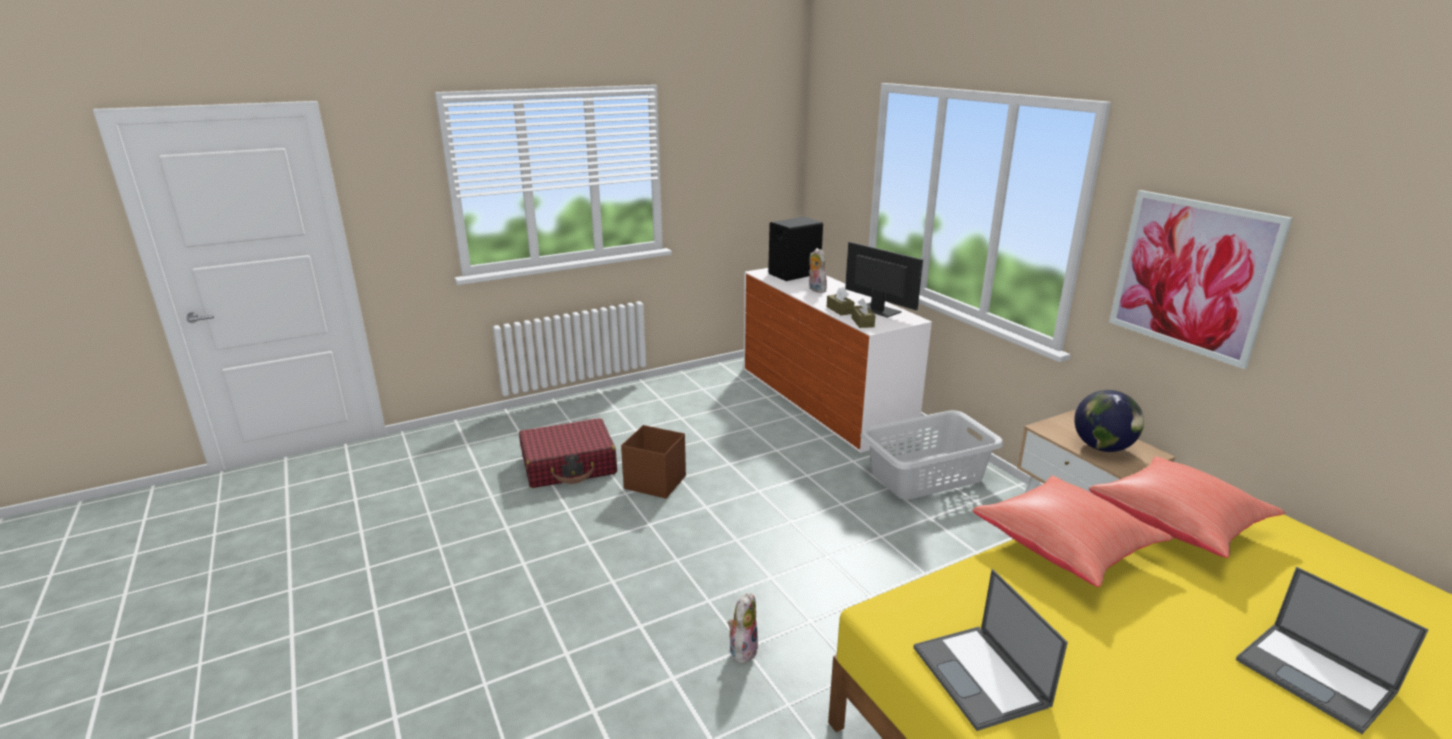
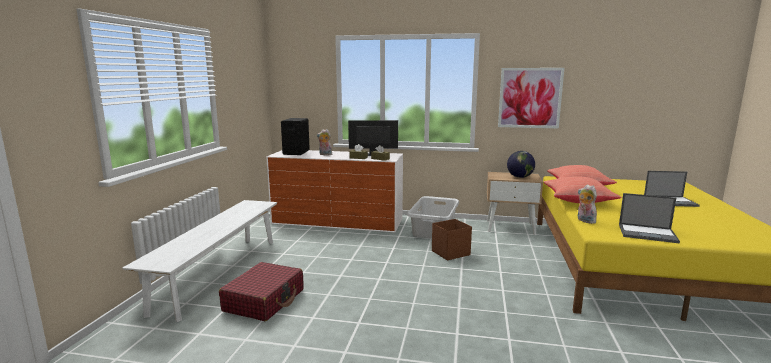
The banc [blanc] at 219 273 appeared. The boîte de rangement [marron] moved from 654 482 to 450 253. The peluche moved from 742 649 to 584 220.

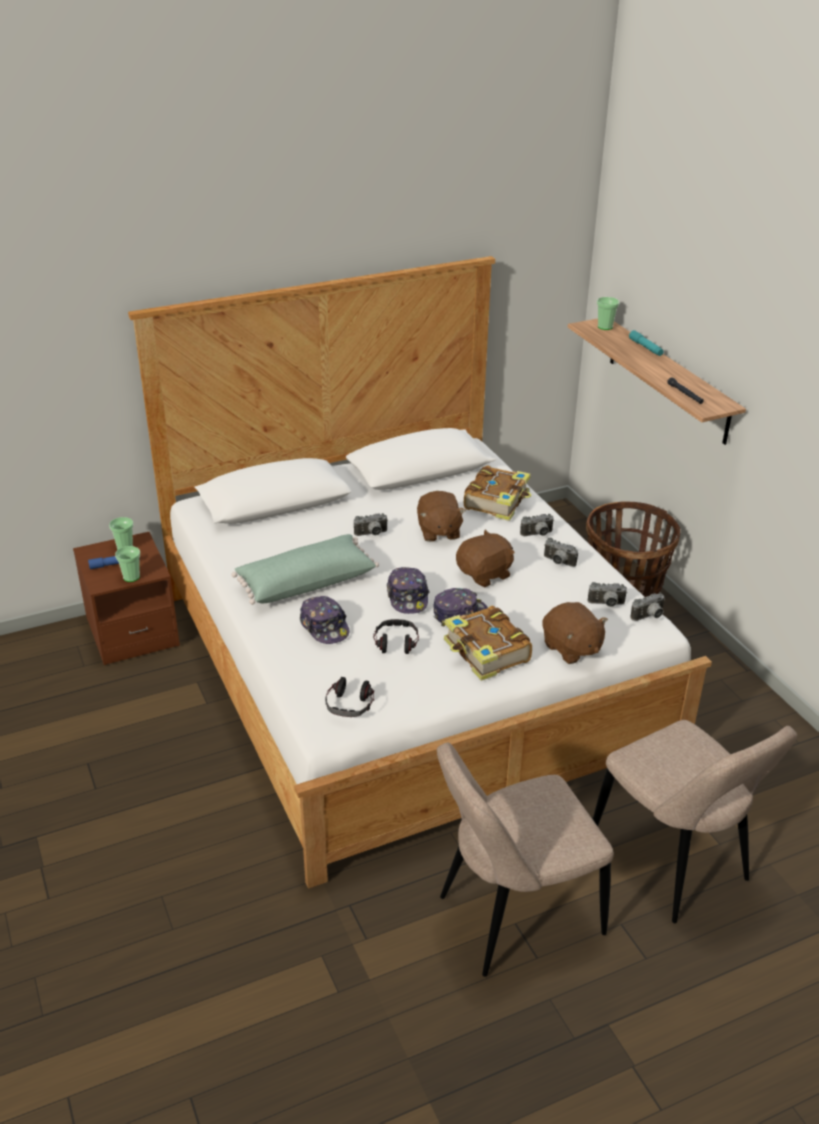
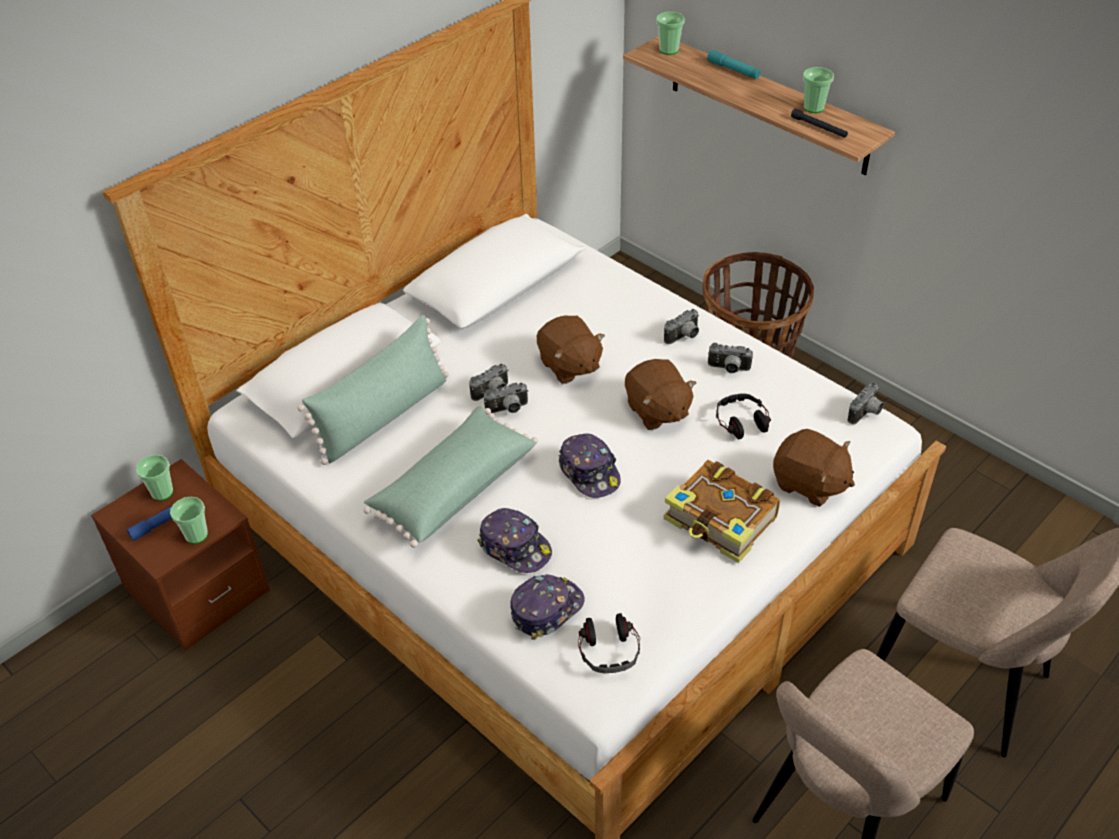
The coussin [vert] at 383 416 appeared. The appareil photo moved from 606 604 to 508 410. The casquette moved from 460 613 to 546 609. The peluche [marron] at 485 574 turned 120 degrees clockwise. The casque audio moved from 396 641 to 741 421. The tasse at 813 108 appeared. The livre at 498 501 disappeared.

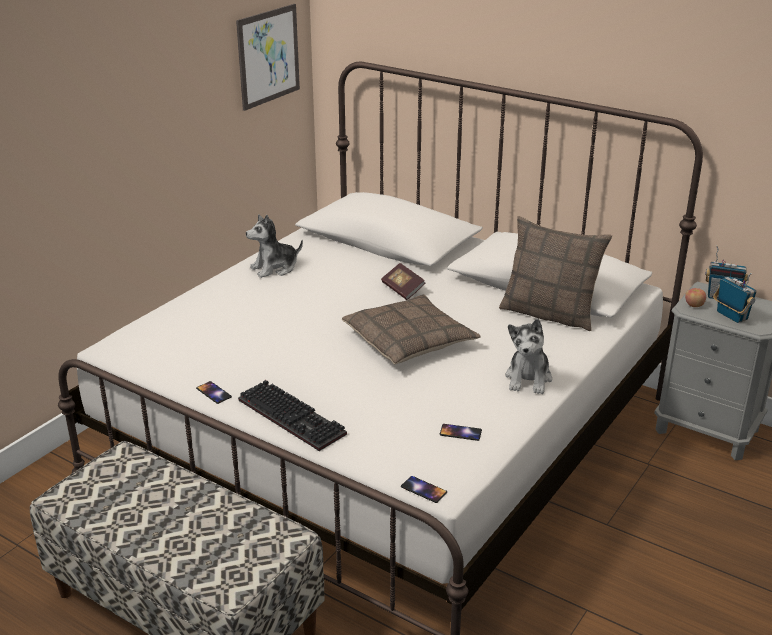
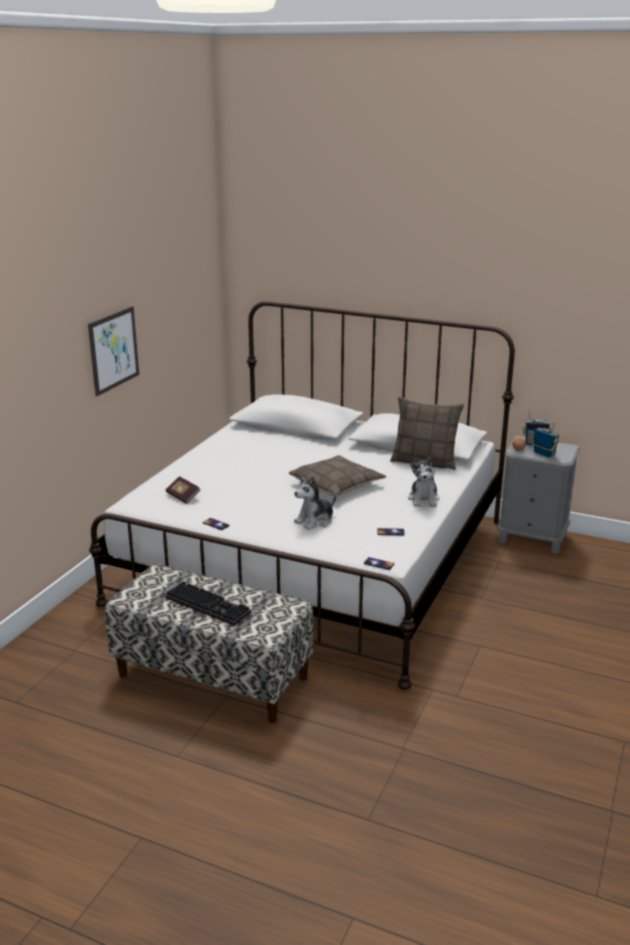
The tableau moved from 268 56 to 114 350. The clavier moved from 294 417 to 209 605. The livre moved from 403 289 to 183 496. The peluche moved from 275 268 to 315 521.

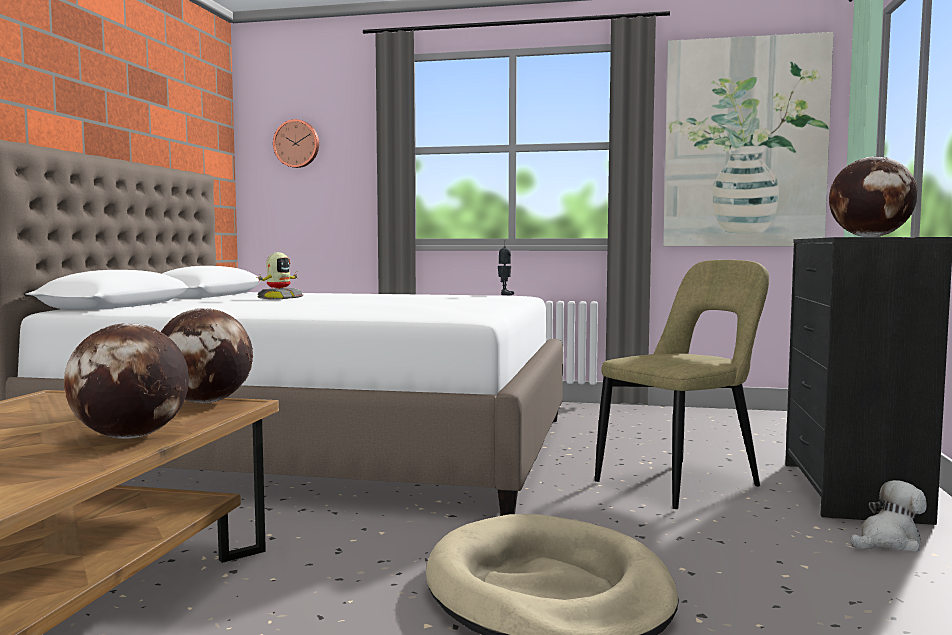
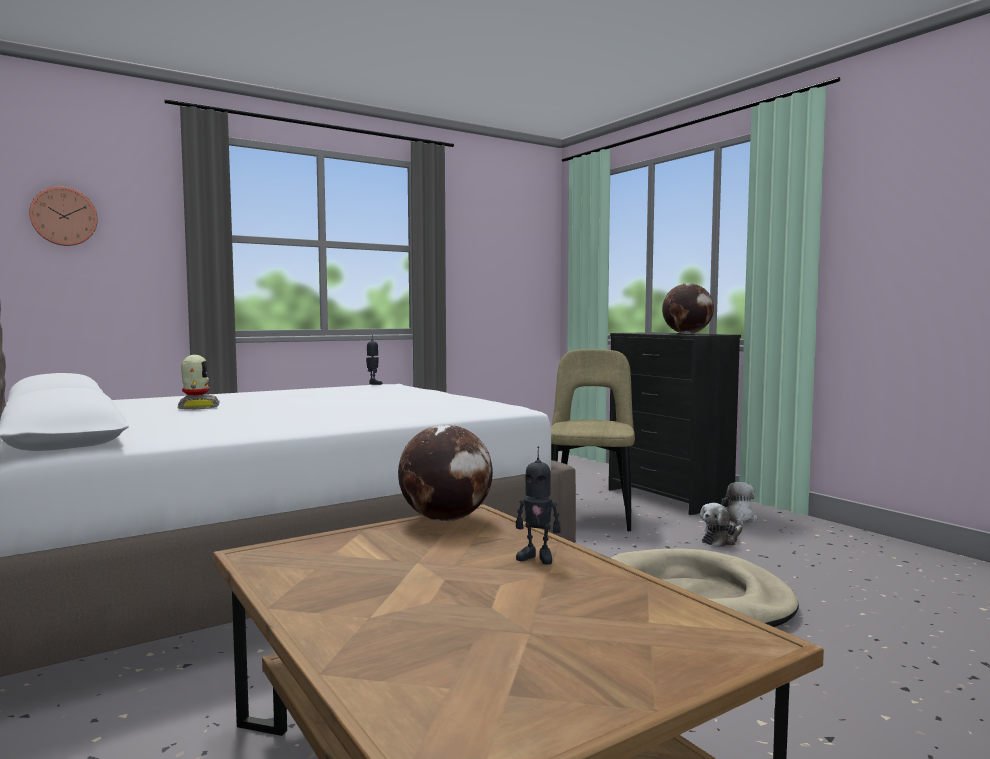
The globe at 131 437 was replaced by the robot jouet at 537 557. The peluche at 721 540 appeared. The tableau at 744 143 disappeared.

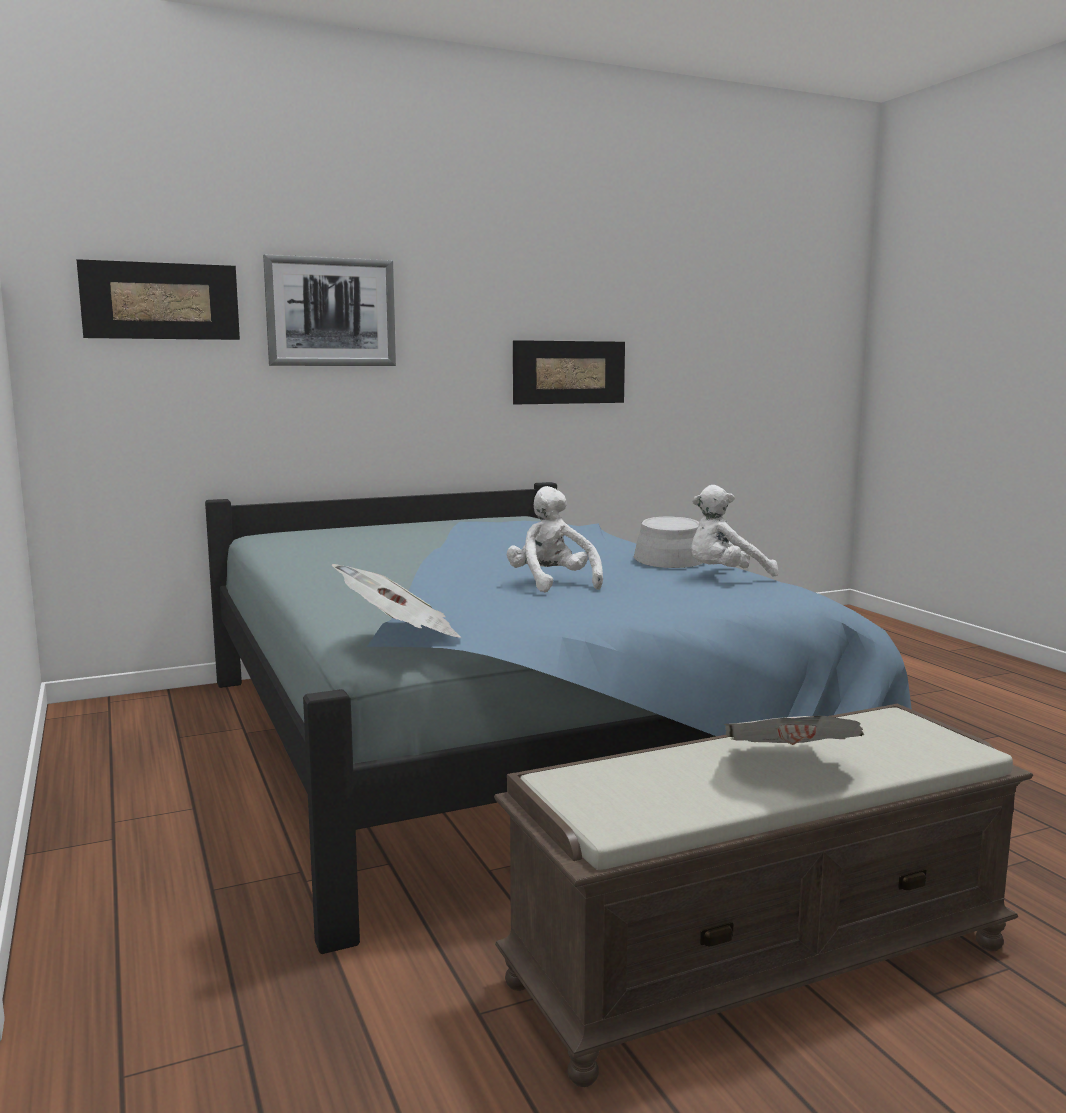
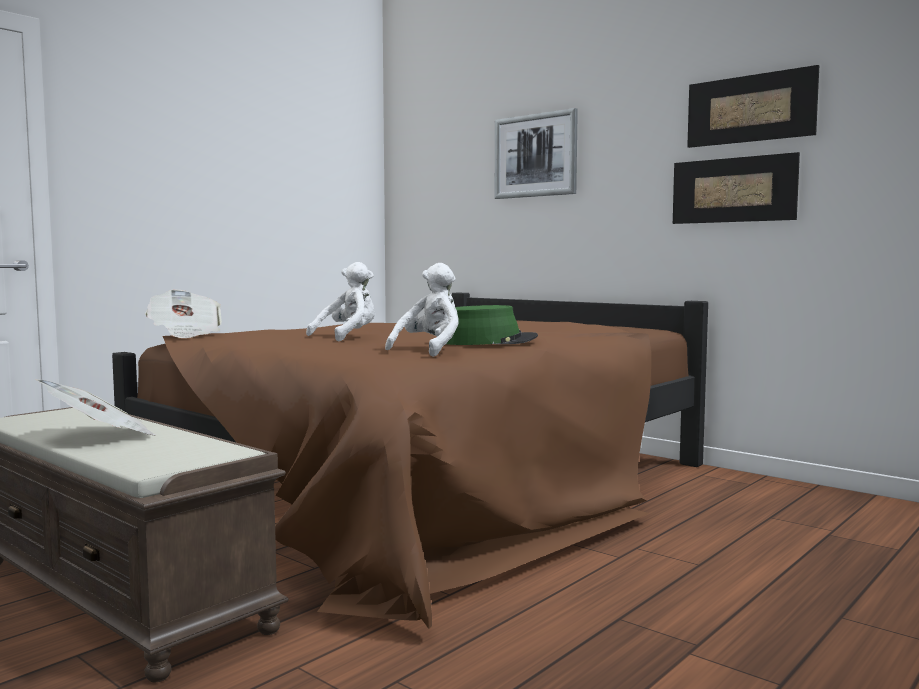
The lit [bleu] at 504 744 became the lit [marron] at 437 487. The peluche [blanc] at 725 576 turned 75 degrees clockwise. The chapeau [gris] at 668 557 became the chapeau [vert] at 488 341. The tableau moved from 161 301 to 750 108.

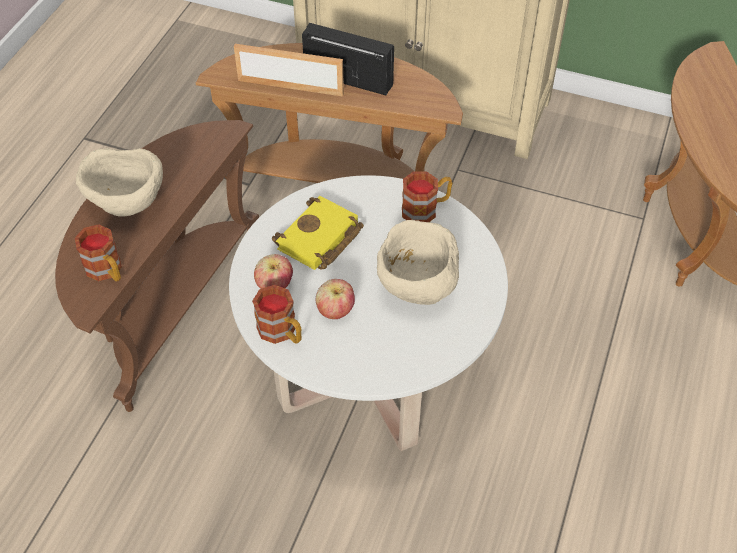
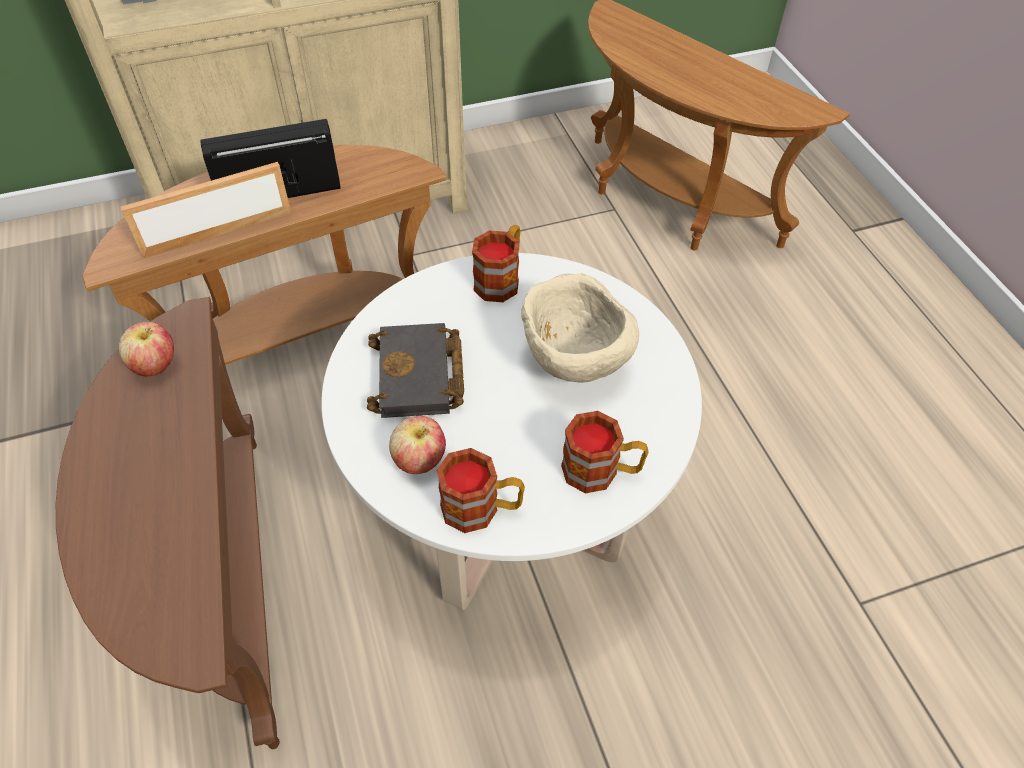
The pomme moved from 335 311 to 155 365. The livre [jaune] at 319 240 became the livre [noir] at 420 378. The mug moved from 107 271 to 601 471. The bol [beige] at 128 205 disappeared.

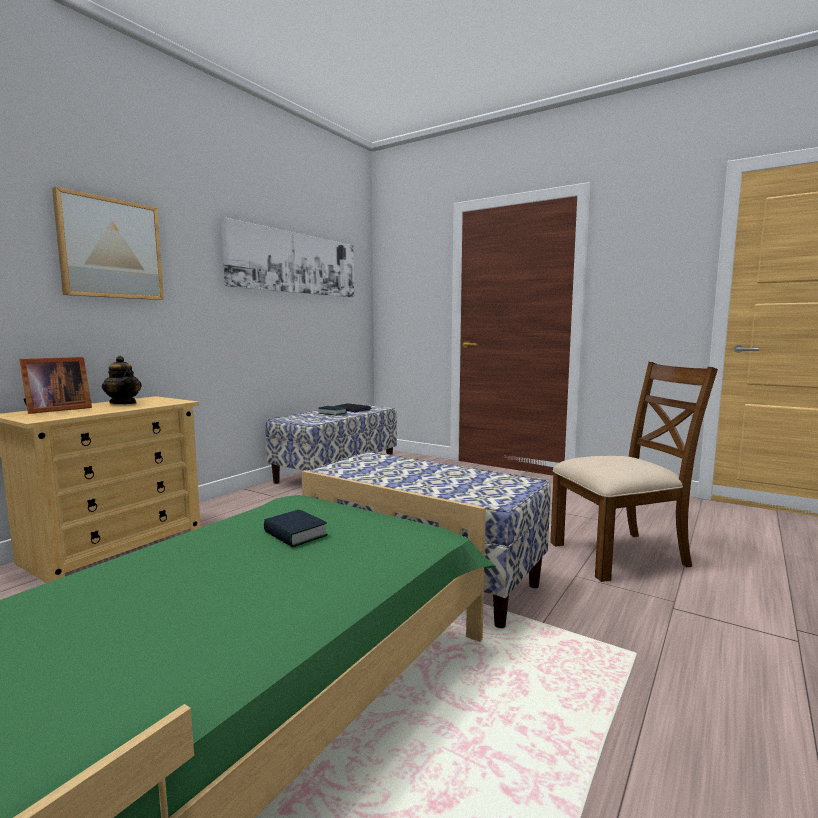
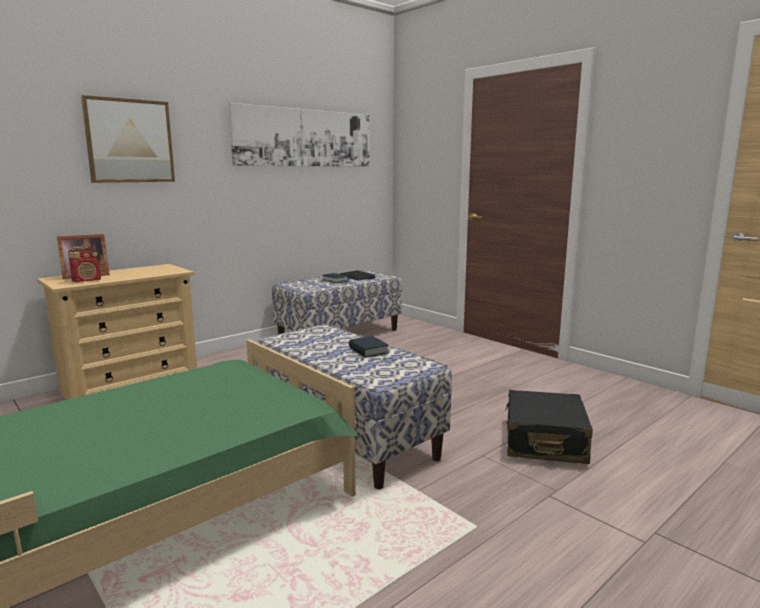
The radio at 87 280 appeared. The livre moved from 295 534 to 368 351. The chaise [marron] at 620 554 was replaced by the valise [noir] at 544 441. The théière at 123 403 disappeared.

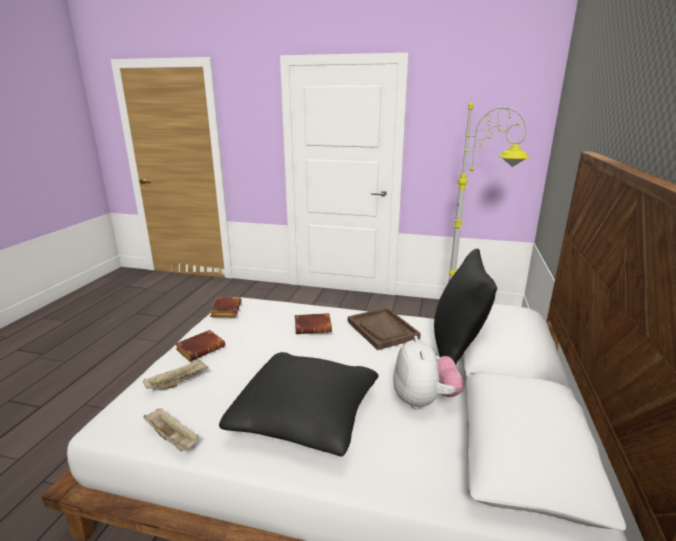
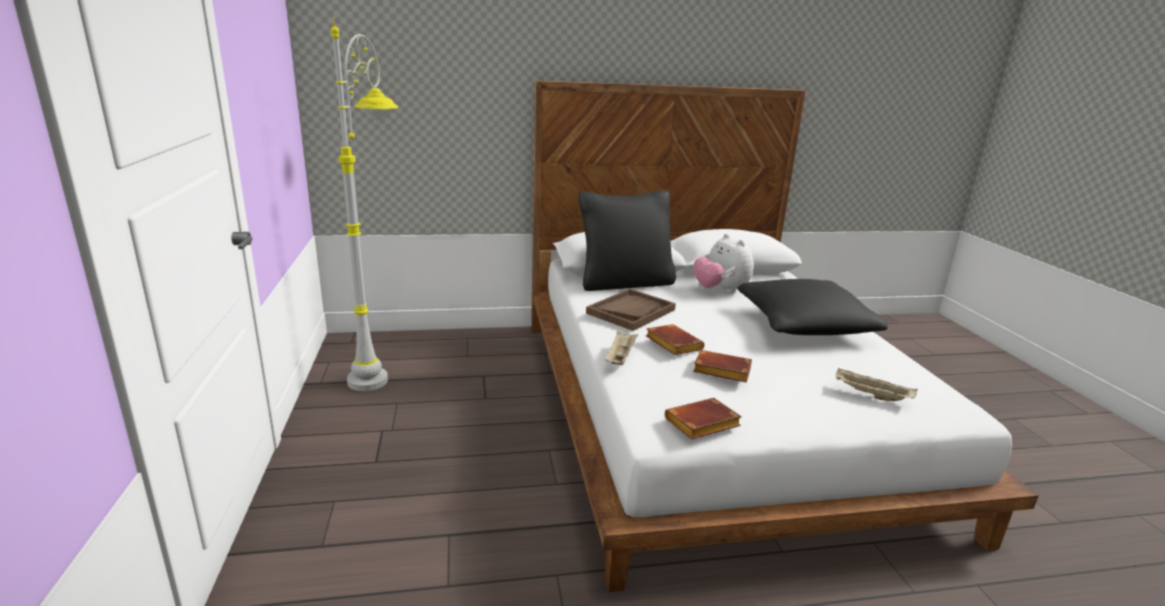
The plateau [beige] moved from 173 439 to 620 358. The peluche at 423 400 turned 90 degrees counterclockwise. The livre [marron] moved from 201 348 to 720 371.

